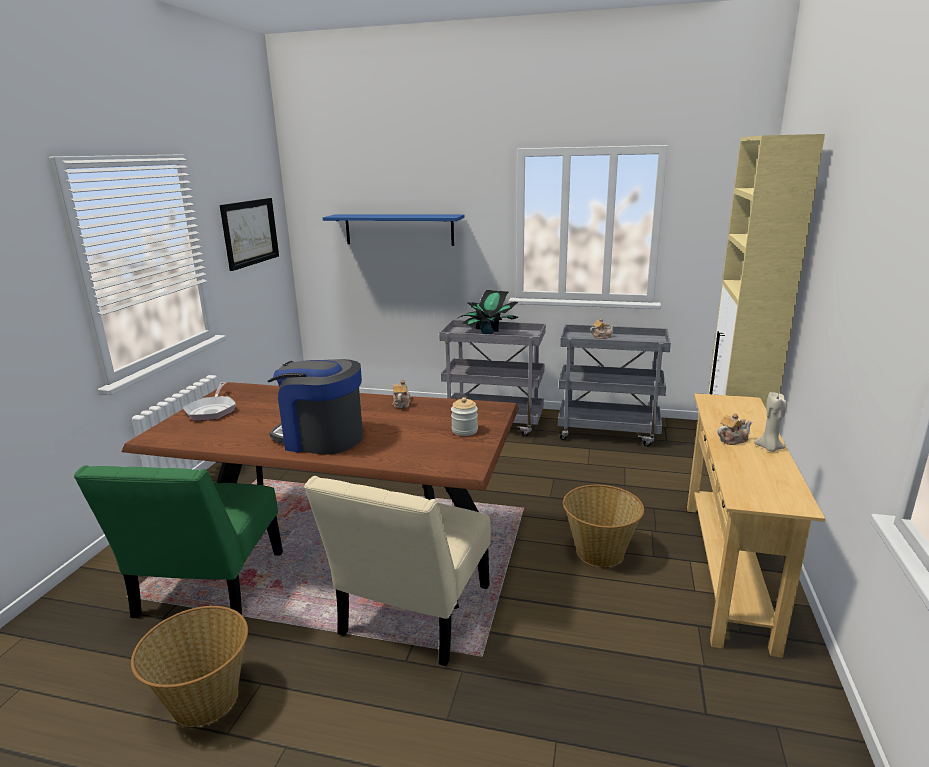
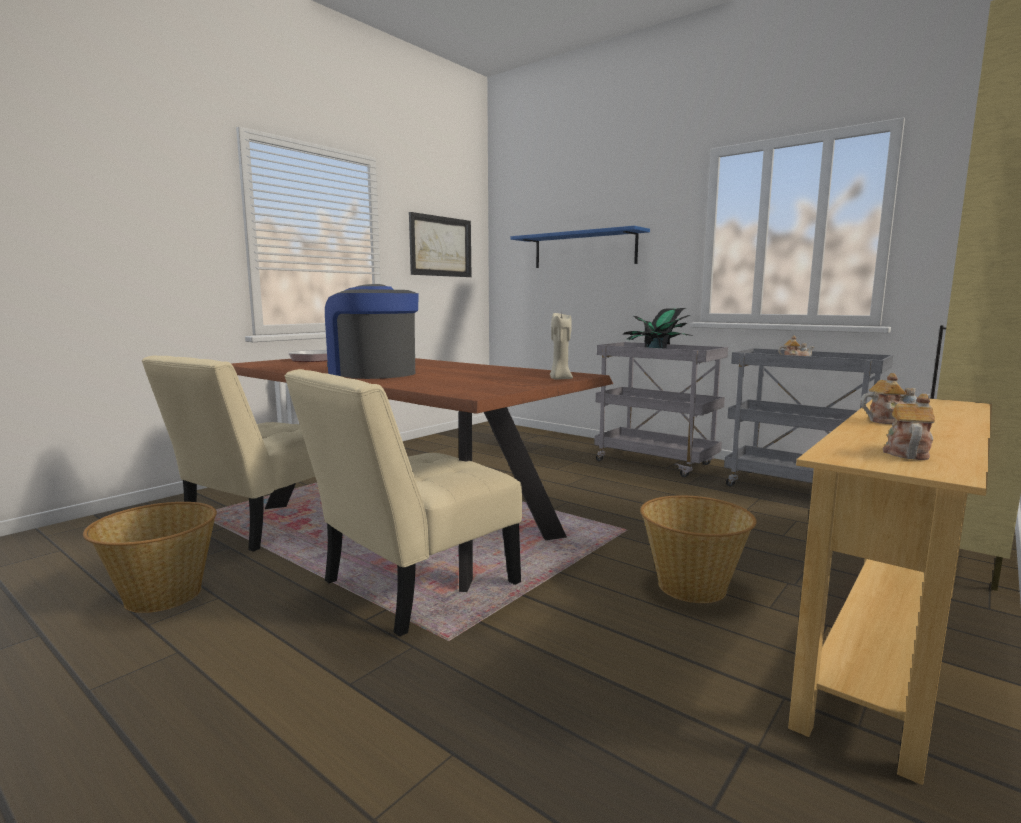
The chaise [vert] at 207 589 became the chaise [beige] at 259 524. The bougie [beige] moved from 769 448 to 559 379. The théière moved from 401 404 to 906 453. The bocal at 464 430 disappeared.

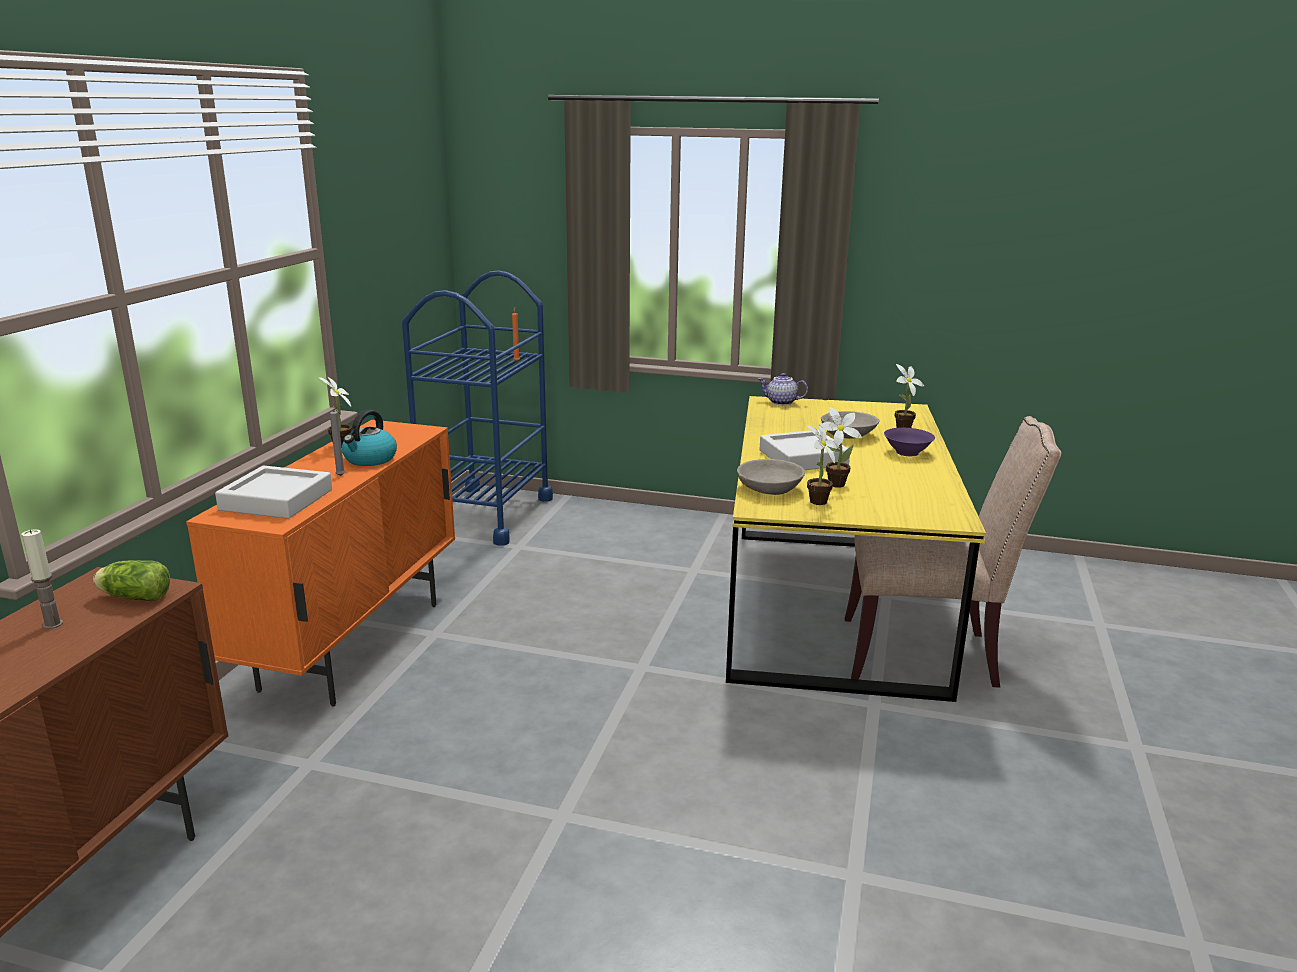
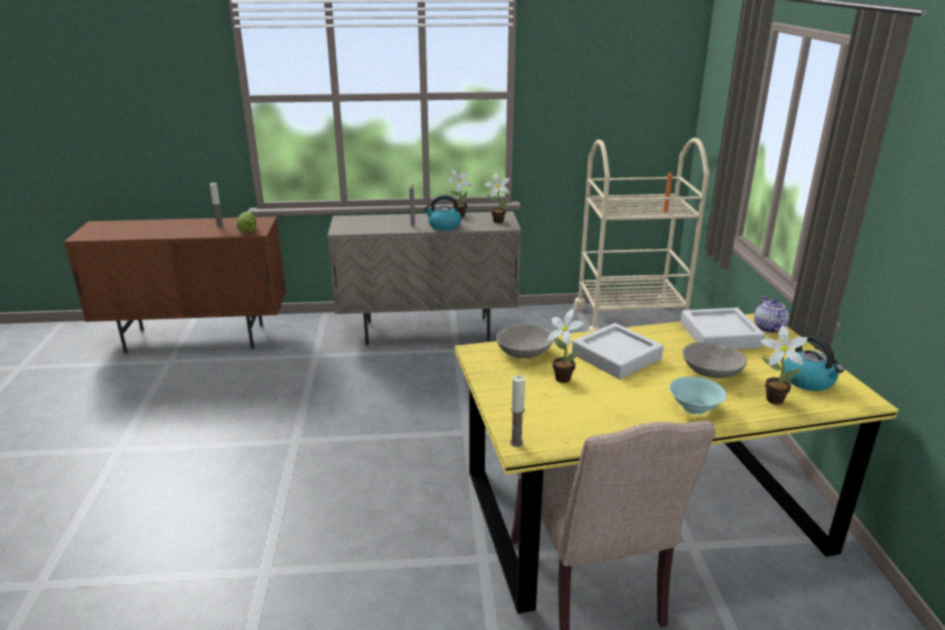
The meuble de rangement [orange] at 354 645 became the meuble de rangement [beige] at 428 331. The plante en pot moved from 816 502 to 496 221. The bougie at 516 443 appeared. The chariot [bleu] at 485 515 became the chariot [beige] at 629 320. The bol [violet] at 908 453 became the bol [turquoise] at 694 408. The plateau [gris] moved from 276 500 to 720 335. The bouilloire at 809 381 appeared.

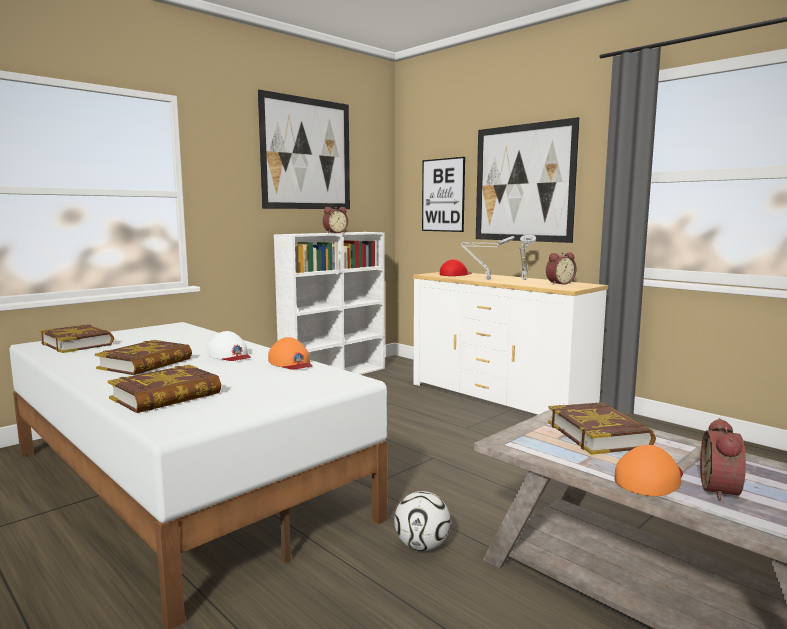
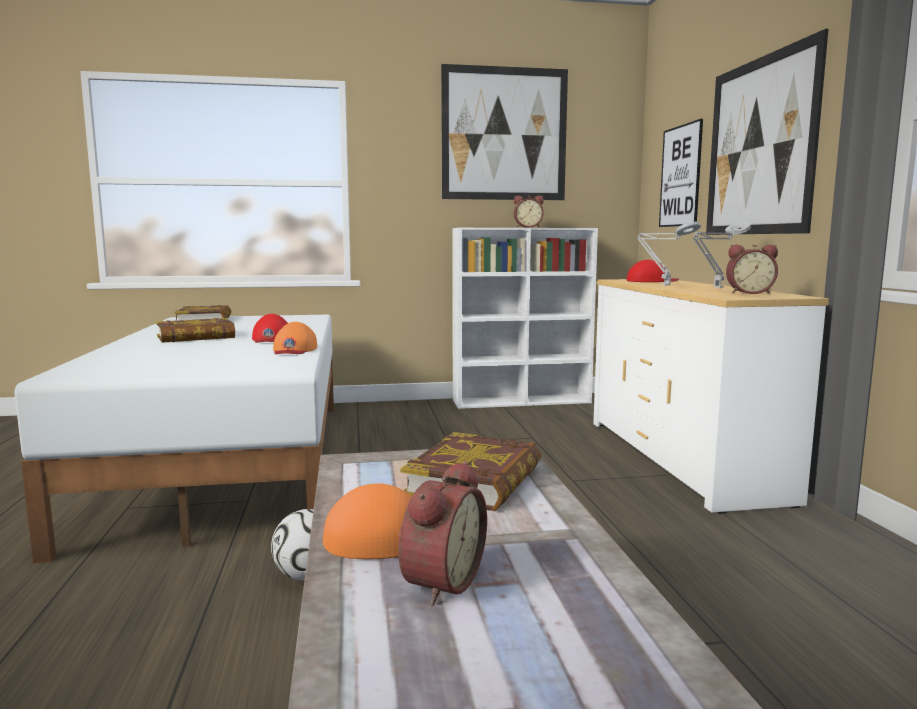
The casquette [blanc] at 230 355 became the casquette [rouge] at 271 339. The réveil at 723 491 turned 150 degrees clockwise. The livre at 166 396 disappeared.

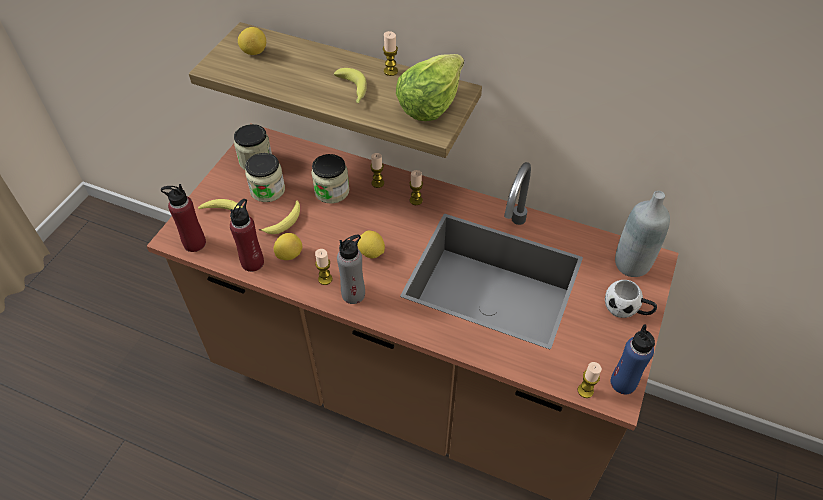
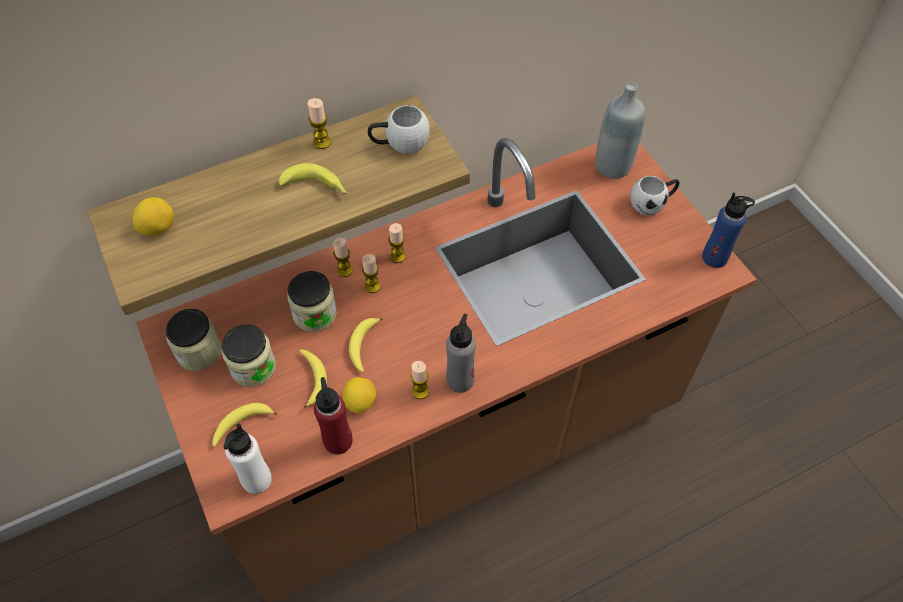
The bouteille [rouge] at 194 243 became the bouteille [blanc] at 256 480. The banane at 363 346 appeared. The bougie moved from 585 391 to 372 286. The laitue at 430 103 was replaced by the mug [blanc] at 399 144. The citron at 371 253 disappeared.

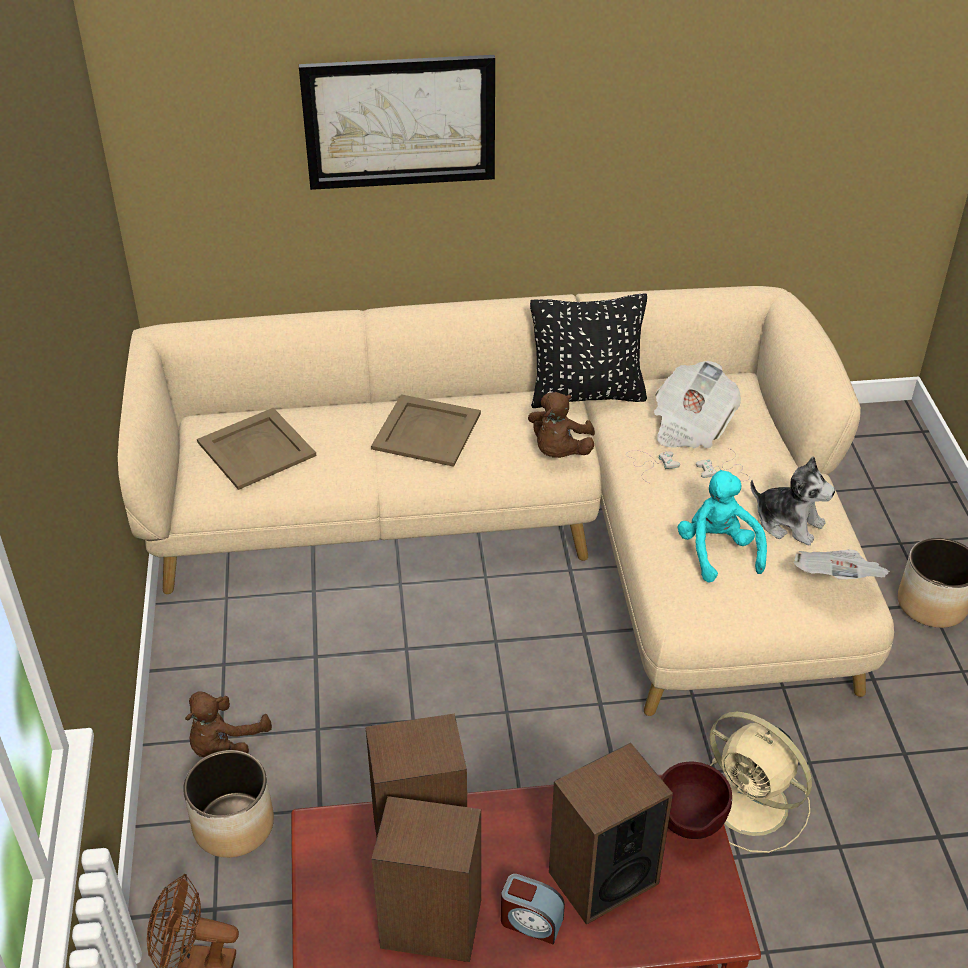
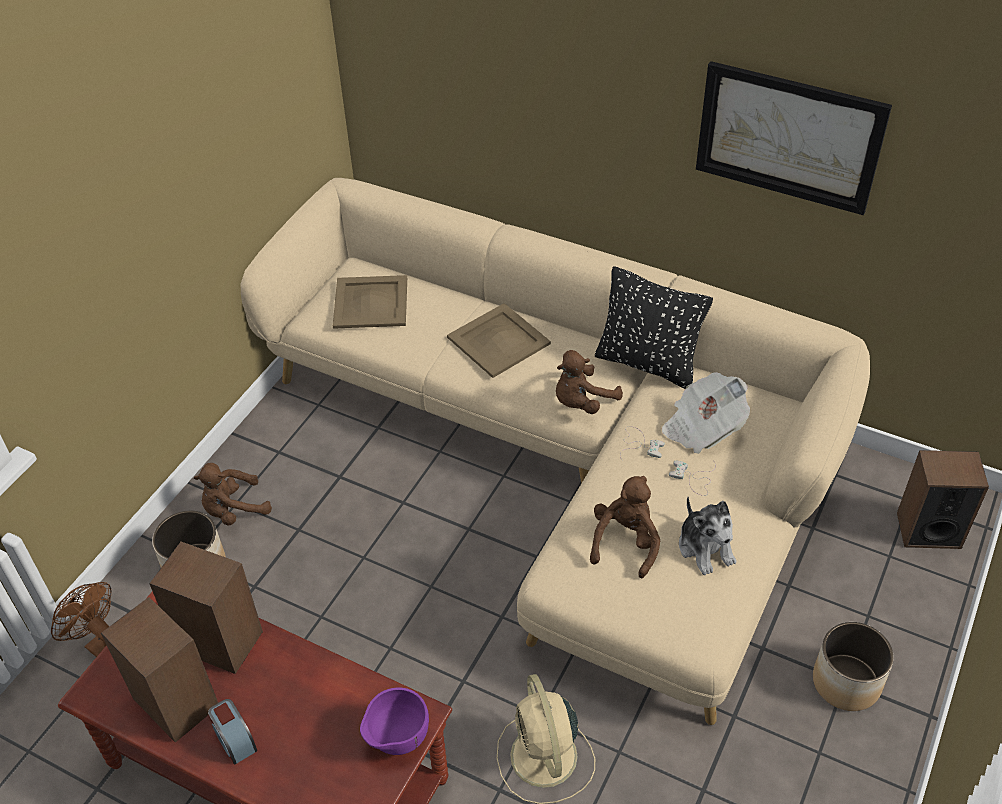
The bol [marron] at 688 827 became the bol [violet] at 397 740. The peluche [turquoise] at 717 551 became the peluche [marron] at 625 542. The tableau moved from 399 121 to 789 137. The enceinte moved from 602 877 to 928 530. The journal at 836 582 disappeared.

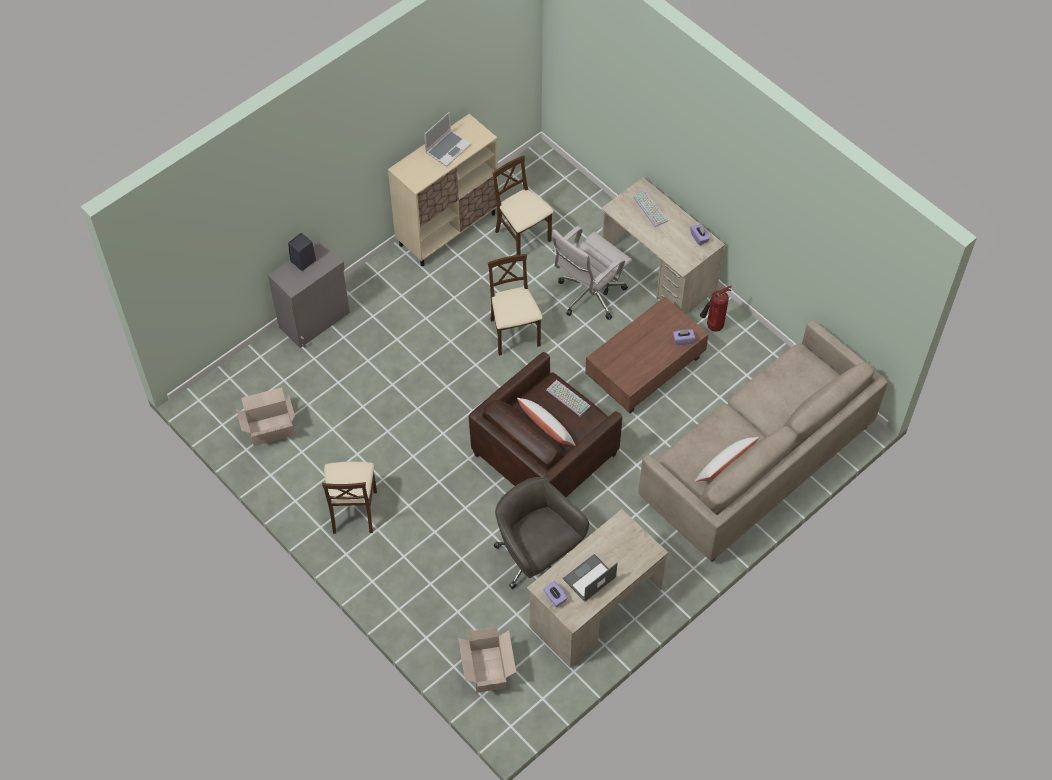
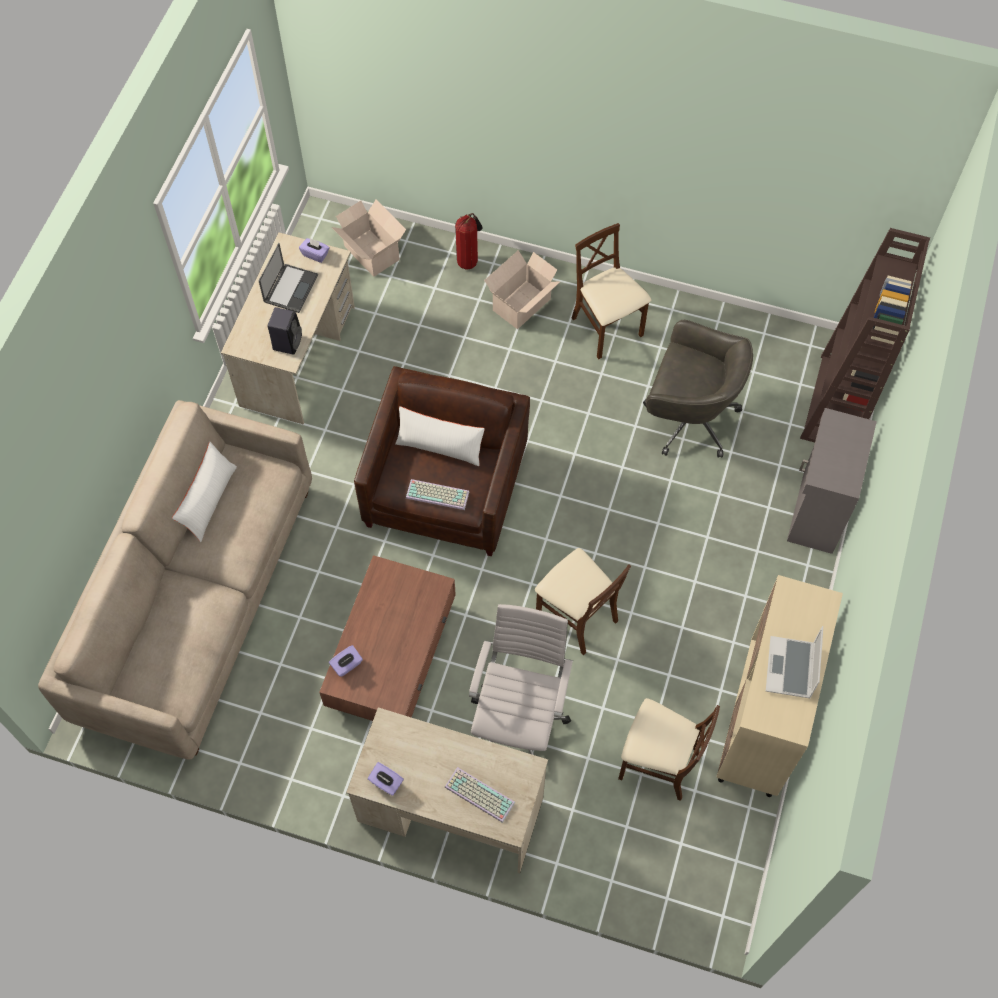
The enceinte [noir] moved from 303 261 to 287 341. The extincteur moved from 713 327 to 468 261. The carton moved from 269 429 to 523 304. The chaise de bureau [gris] moved from 537 559 to 688 418. The bibliothèque [marron] at 838 404 appeared.

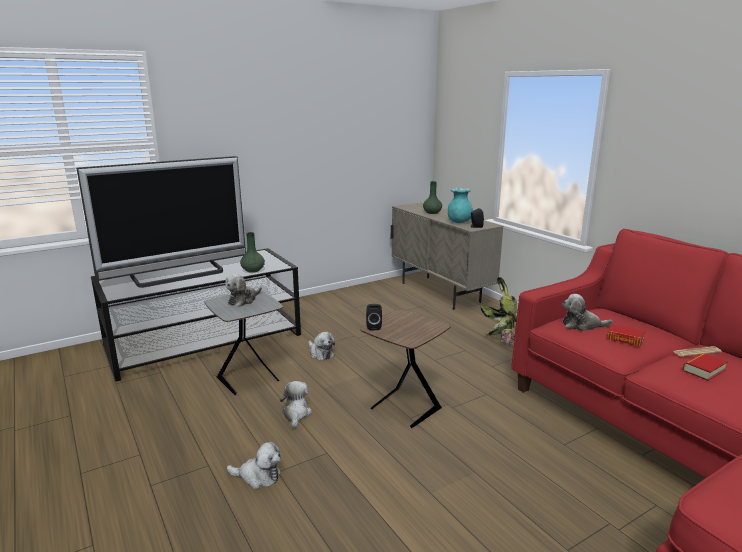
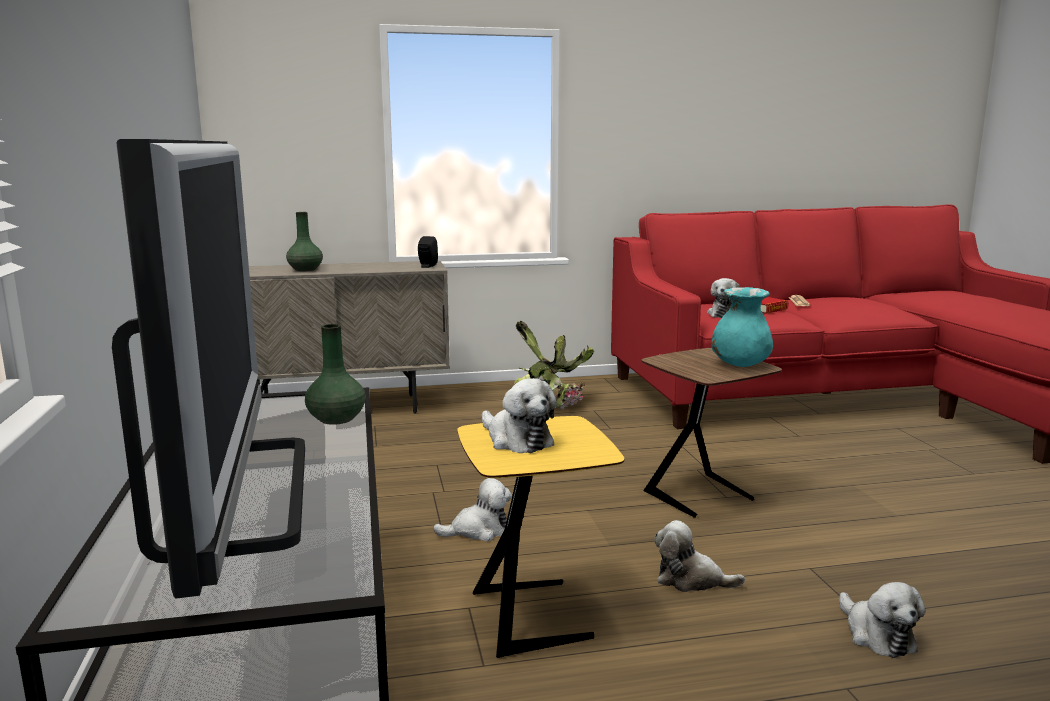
The table d'appoint [gris] at 250 379 became the table d'appoint [jaune] at 534 615. The vase [turquoise] moved from 459 222 to 740 364. The peluche at 258 476 turned 135 degrees clockwise. The enceinte [noir] at 373 327 disappeared. The livre at 703 370 disappeared.

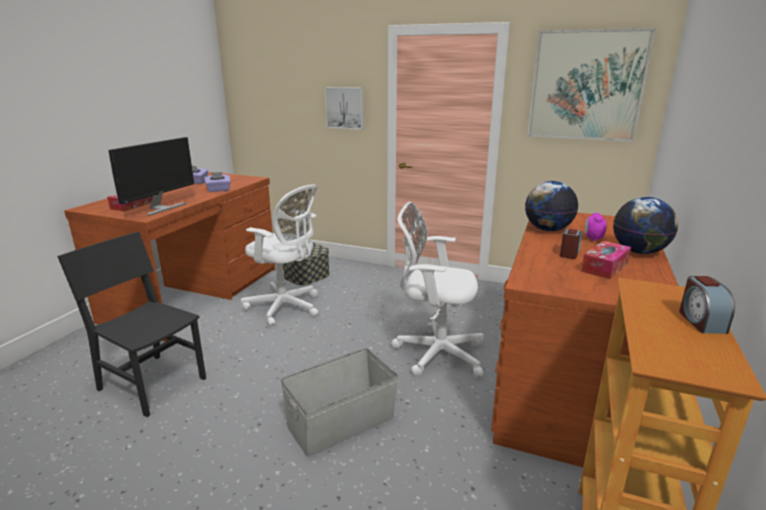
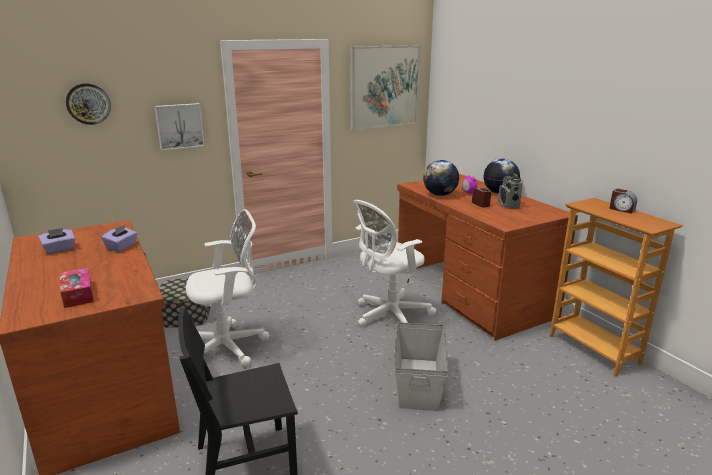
The horloge murale at 88 104 appeared. The boîte à mouchoirs at 604 267 was replaced by the radio at 508 205. The écran d'ordinateur at 161 208 disappeared.

